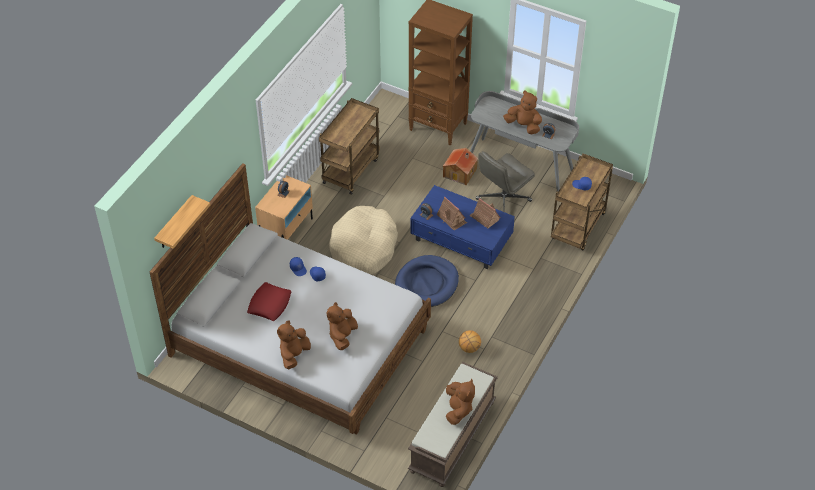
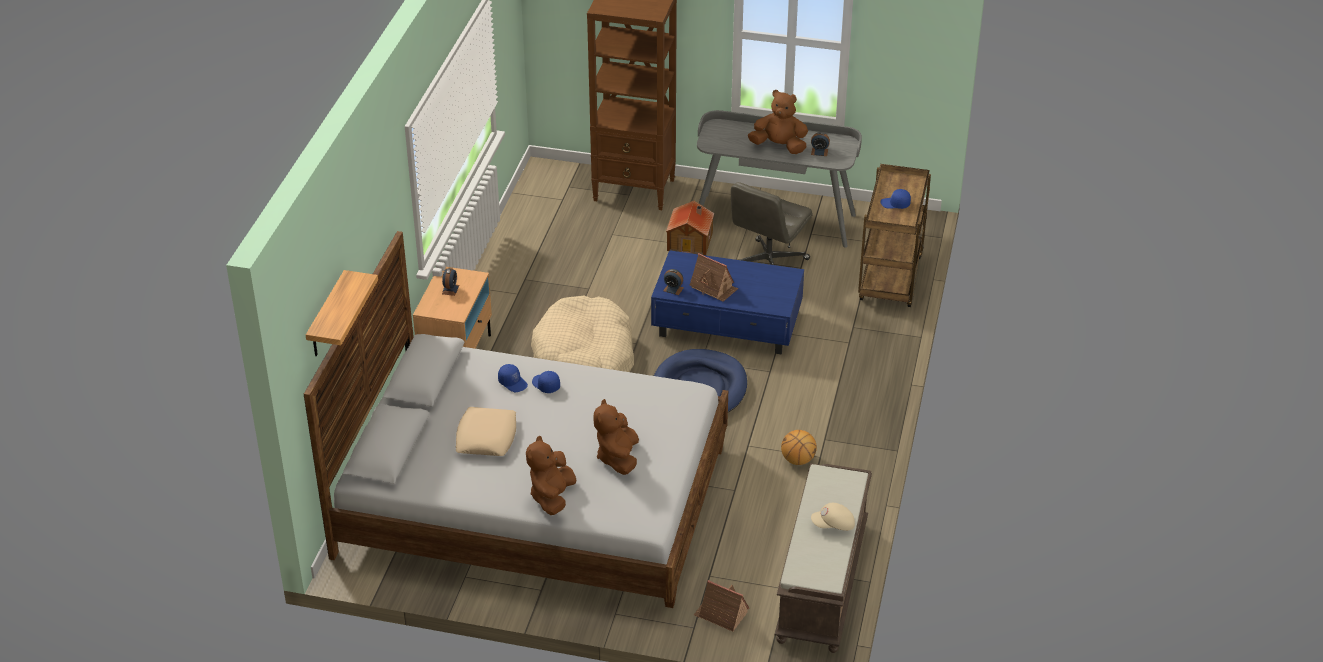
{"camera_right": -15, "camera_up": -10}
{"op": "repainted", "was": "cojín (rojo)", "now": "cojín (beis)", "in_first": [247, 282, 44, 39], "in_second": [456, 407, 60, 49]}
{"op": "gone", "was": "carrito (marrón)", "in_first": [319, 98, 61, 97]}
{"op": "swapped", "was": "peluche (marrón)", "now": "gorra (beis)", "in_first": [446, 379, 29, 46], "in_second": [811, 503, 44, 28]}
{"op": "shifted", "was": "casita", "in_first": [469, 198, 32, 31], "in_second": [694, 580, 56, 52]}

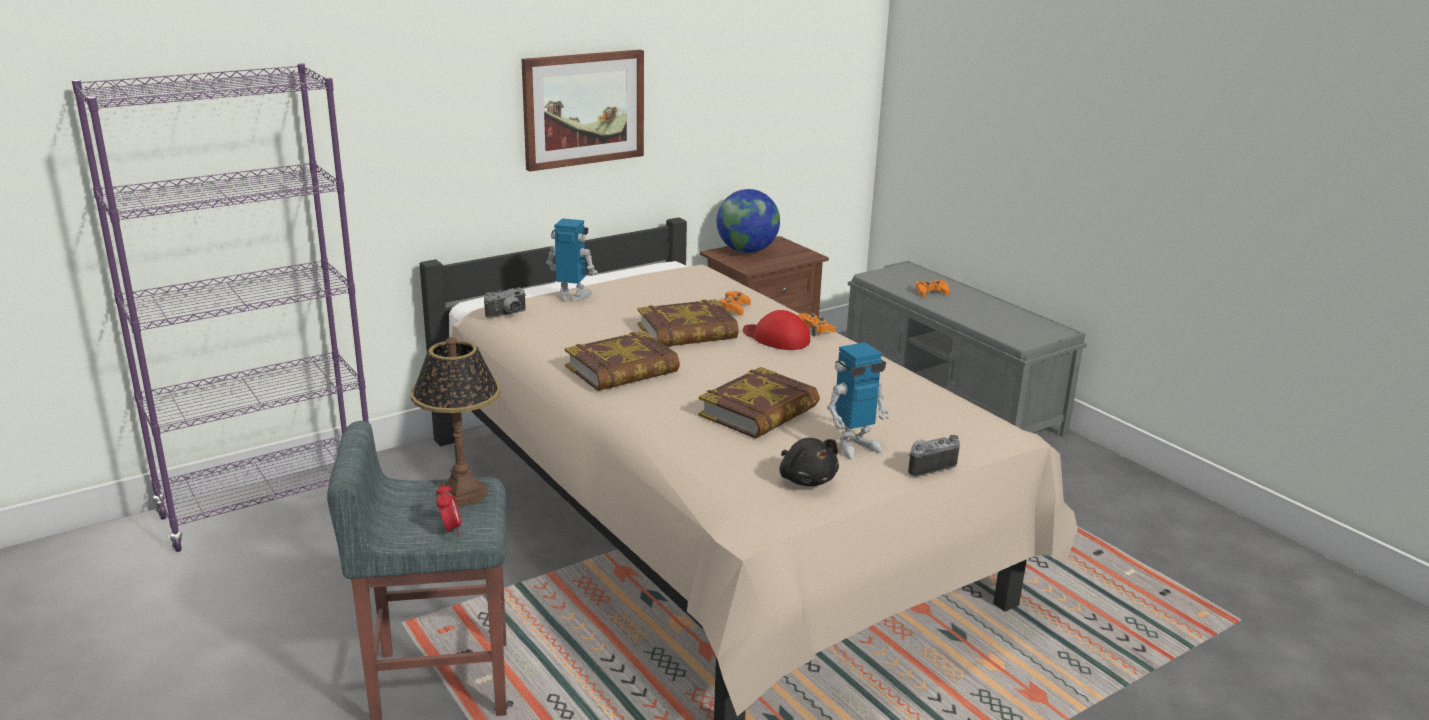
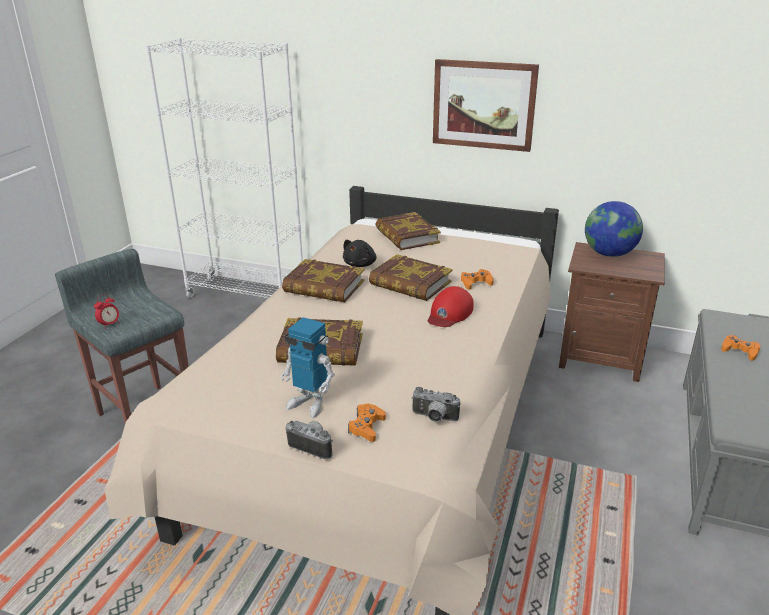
{"camera_right": 55, "camera_up": 5}
{"op": "repainted", "was": "estantería (morado)", "now": "estantería (blanco)", "in_first": [72, 63, 297, 489], "in_second": [145, 38, 158, 260]}
{"op": "gone", "was": "lámpara de mesa", "in_first": [411, 337, 90, 169]}
{"op": "shifted", "was": "cámara", "in_first": [484, 287, 42, 31], "in_second": [412, 387, 48, 35]}
{"op": "swapped", "was": "robot de juguete", "now": "libro", "in_first": [546, 218, 52, 84], "in_second": [375, 212, 66, 38]}
{"op": "rotated", "was": "gorra (rojo)", "in_first": [743, 310, 67, 40], "in_second": [428, 286, 46, 41], "clockwise": -150}
{"op": "shifted", "was": "peluche (negro)", "in_first": [780, 438, 59, 48], "in_second": [343, 240, 34, 27]}
{"op": "shifted", "was": "mando de consola (naranja)", "in_first": [798, 313, 38, 24], "in_second": [348, 404, 38, 38]}

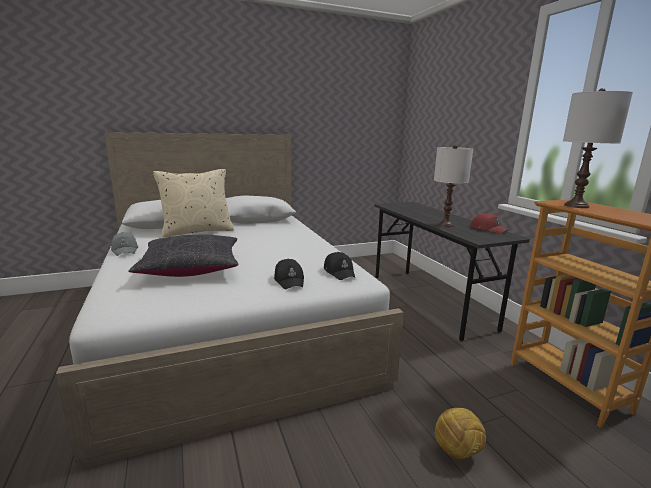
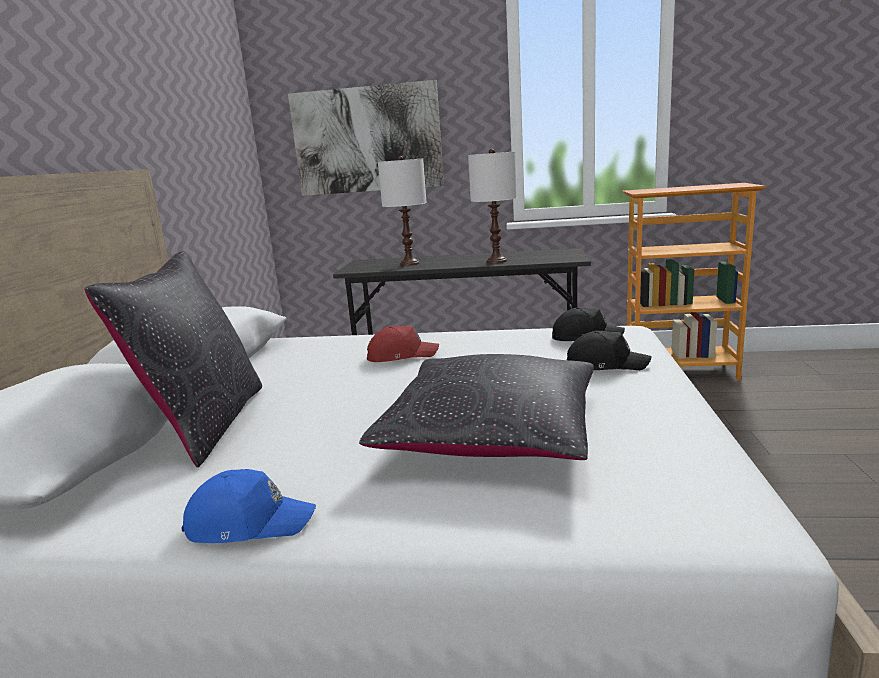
{"camera_right": -60, "camera_up": 0}
{"op": "repainted", "was": "gorra (gris)", "now": "gorra (azul)", "in_first": [111, 232, 27, 24], "in_second": [182, 469, 134, 74]}
{"op": "repainted", "was": "cojín (beis)", "now": "cojín (negro)", "in_first": [153, 169, 81, 69], "in_second": [85, 251, 177, 217]}
{"op": "gone", "was": "balón de fútbol", "in_first": [434, 408, 52, 52]}
{"op": "shifted", "was": "gorra (rojo)", "in_first": [470, 213, 38, 21], "in_second": [367, 325, 72, 37]}
{"op": "shifted", "was": "lámpara de mesa (blanco)", "in_first": [563, 88, 70, 120], "in_second": [378, 156, 49, 110]}
{"op": "new", "now": "cuadro", "in_second": [288, 80, 156, 116]}

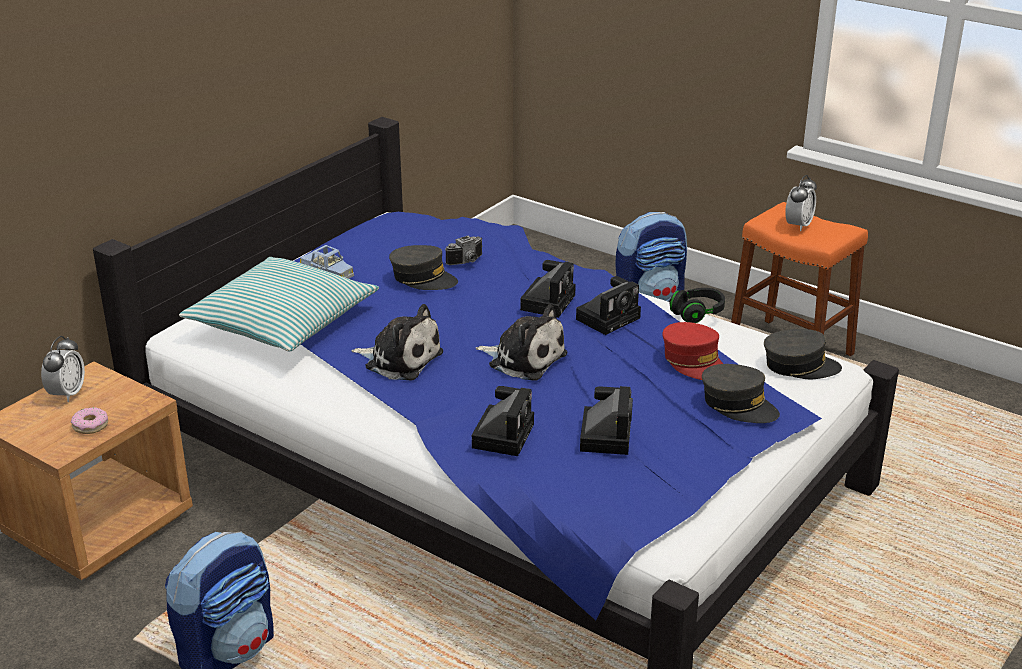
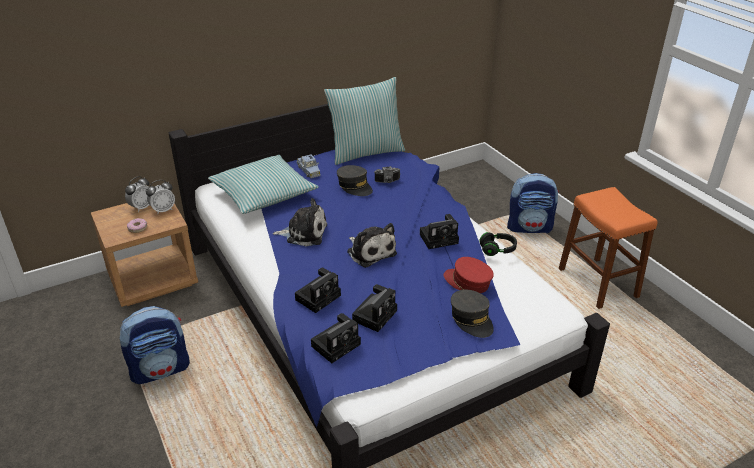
{"camera_right": 25, "camera_up": 5}
{"op": "rotated", "was": "peluche", "in_first": [351, 304, 92, 76], "in_second": [273, 198, 54, 49], "clockwise": -45}
{"op": "shifted", "was": "cámara", "in_first": [520, 260, 56, 58], "in_second": [311, 313, 50, 50]}
{"op": "rotated", "was": "gorra (rojo)", "in_first": [662, 322, 61, 58], "in_second": [444, 257, 50, 36], "clockwise": 135}
{"op": "gone", "was": "gorra (gris)", "in_first": [764, 329, 78, 50]}
{"op": "shifted", "was": "despertador", "in_first": [785, 175, 32, 56], "in_second": [146, 180, 29, 34]}
{"op": "new", "now": "cojín", "in_second": [324, 77, 81, 88]}

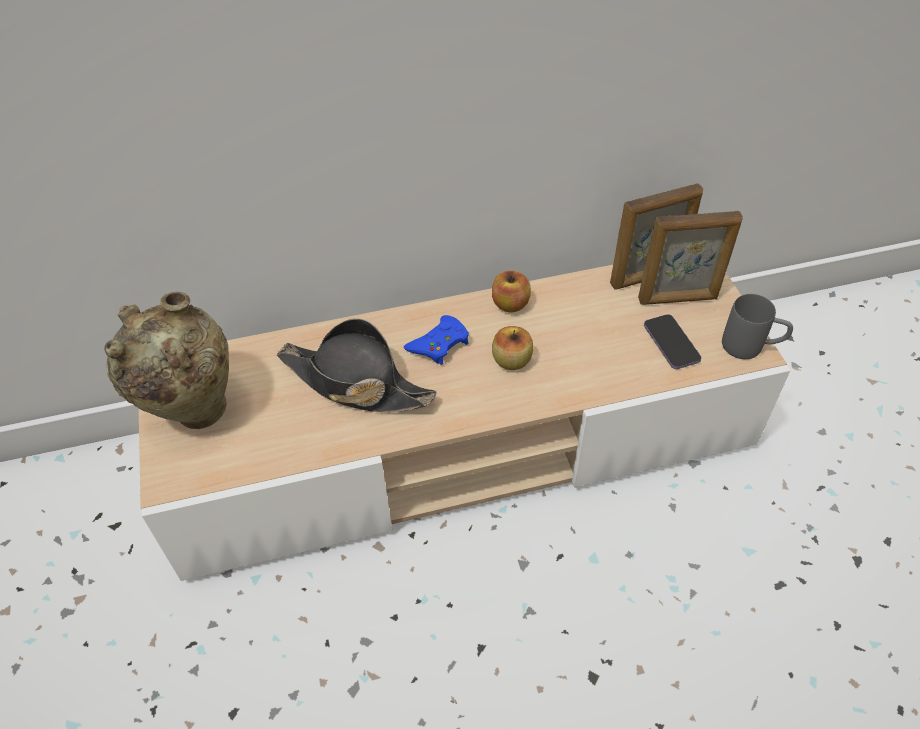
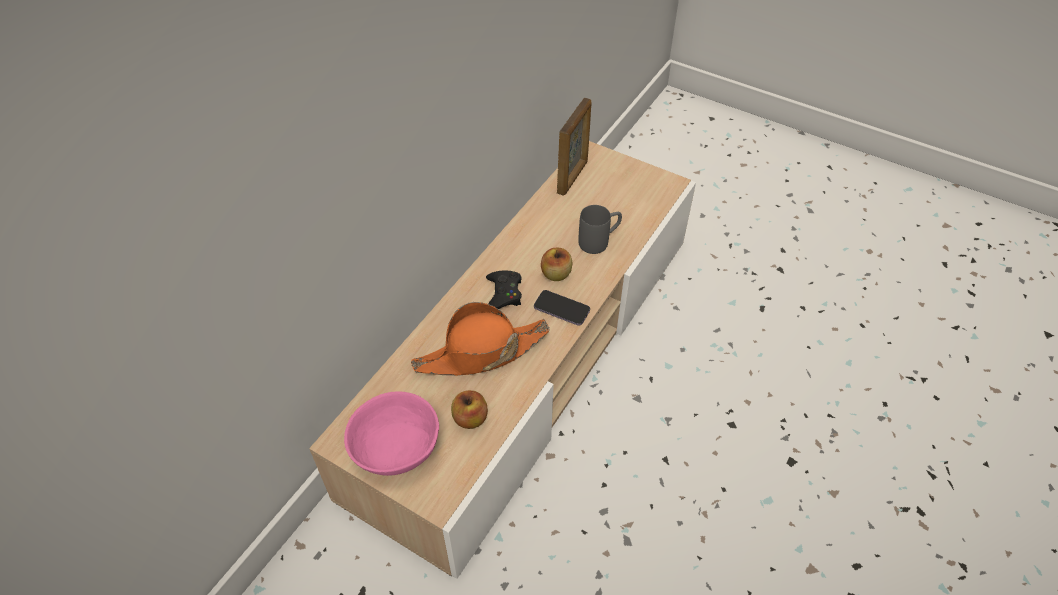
{"camera_right": -45, "camera_up": 0}
{"op": "swapped", "was": "florero (beis)", "now": "cuenco (rosa)", "in_first": [104, 292, 125, 137], "in_second": [344, 391, 95, 85]}
{"op": "repainted", "was": "sombrero (negro)", "now": "sombrero (naranja)", "in_first": [277, 318, 160, 95], "in_second": [411, 302, 139, 74]}
{"op": "repainted", "was": "mando de consola (azul)", "now": "mando de consola (negro)", "in_first": [404, 315, 65, 50], "in_second": [486, 270, 36, 39]}
{"op": "shifted", "was": "manzana", "in_first": [492, 270, 39, 42], "in_second": [451, 390, 37, 39]}
{"op": "gone", "was": "portarretratos", "in_first": [638, 211, 105, 94]}
{"op": "shifted", "was": "móvil", "in_first": [644, 314, 57, 55], "in_second": [534, 290, 56, 36]}
{"op": "shifted", "was": "taza grande (gris)", "in_first": [722, 294, 71, 65], "in_second": [578, 205, 44, 49]}

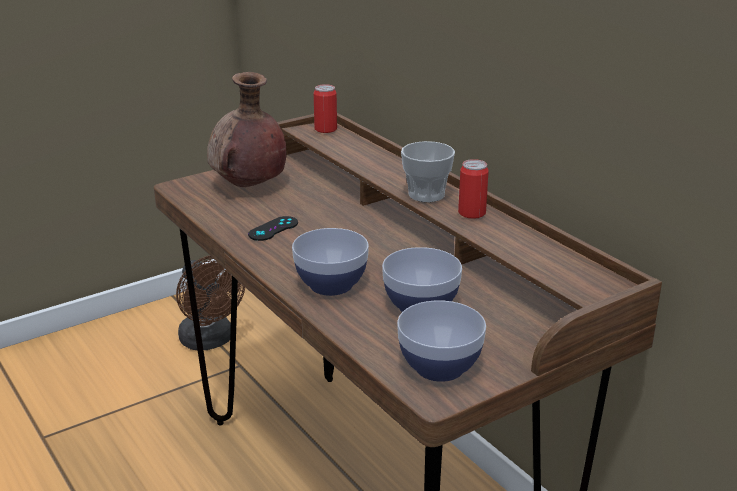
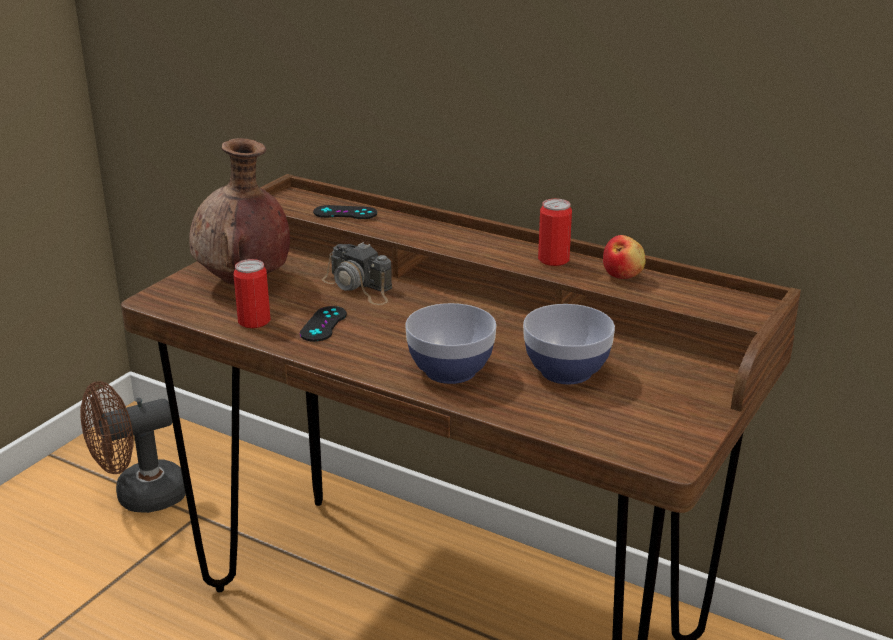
{"camera_right": -25, "camera_up": 0}
{"op": "rotated", "was": "ventilador (marrón)", "in_first": [176, 255, 69, 95], "in_second": [80, 381, 106, 132], "clockwise": 120}
{"op": "shifted", "was": "lata", "in_first": [314, 84, 23, 49], "in_second": [234, 259, 37, 69]}
{"op": "gone", "was": "cuenco", "in_first": [397, 300, 89, 82]}
{"op": "gone", "was": "taza", "in_first": [401, 141, 54, 61]}
{"op": "new", "now": "mando de consola (negro)", "in_second": [313, 205, 64, 14]}
{"op": "new", "now": "cámara", "in_second": [322, 242, 70, 63]}
{"op": "new", "now": "manzana", "in_second": [603, 235, 43, 44]}

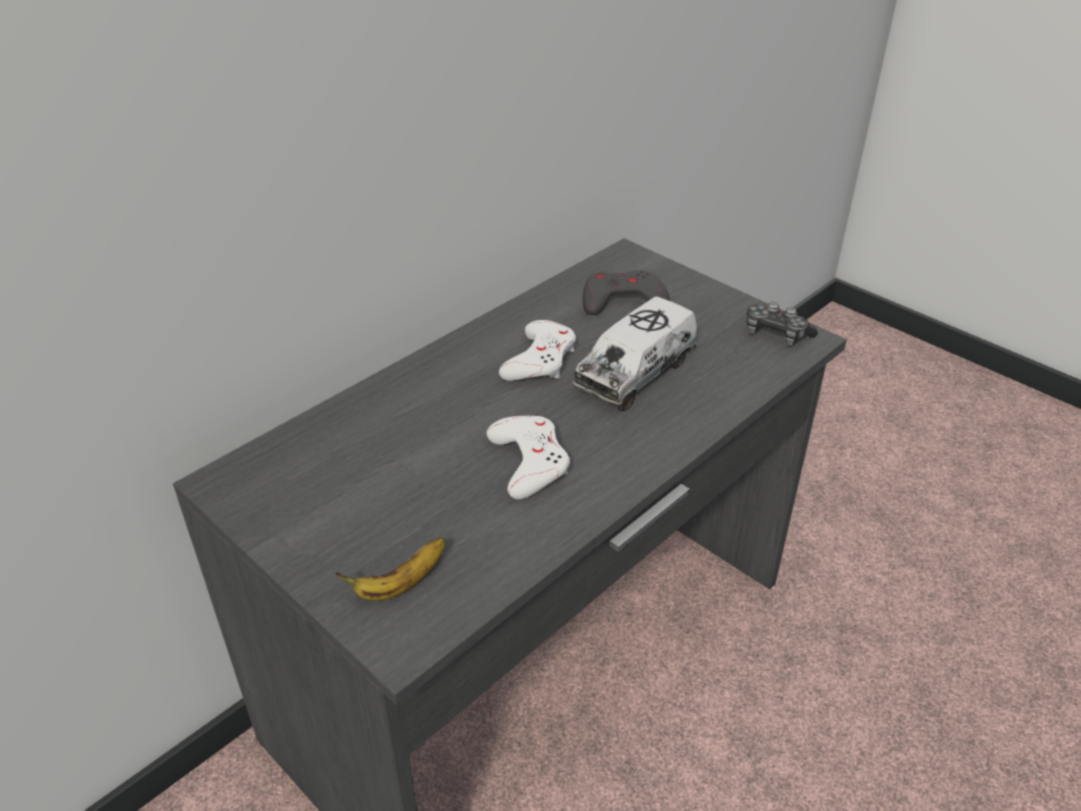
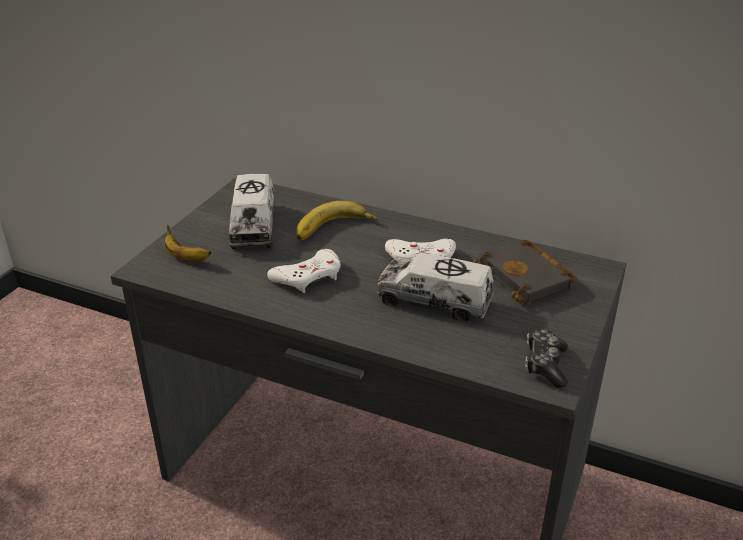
{"camera_right": 70, "camera_up": -5}
{"op": "swapped", "was": "mando de consola (gris)", "now": "libro (negro)", "in_first": [582, 270, 88, 45], "in_second": [473, 240, 104, 65]}
{"op": "new", "now": "camión de juguete", "in_second": [229, 174, 46, 75]}
{"op": "new", "now": "plátano", "in_second": [296, 201, 81, 39]}

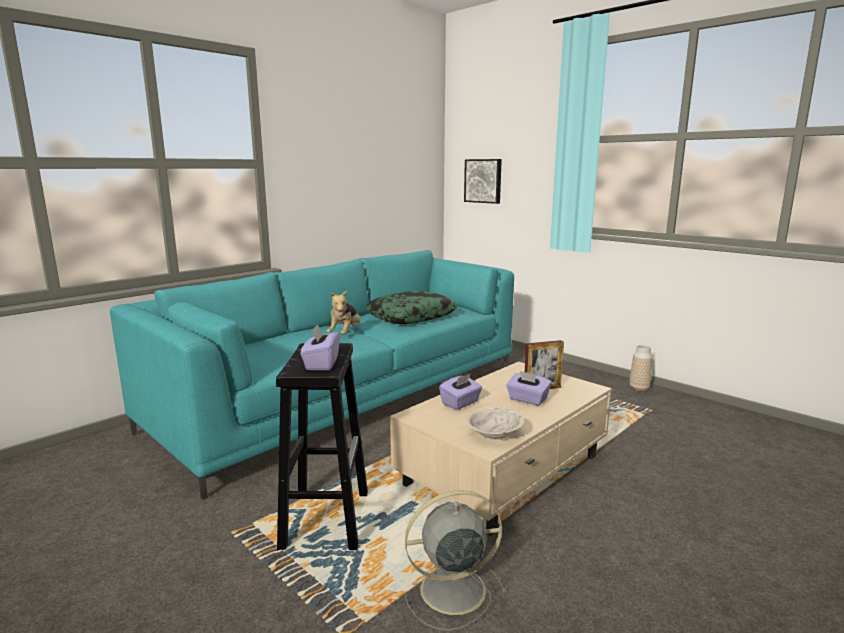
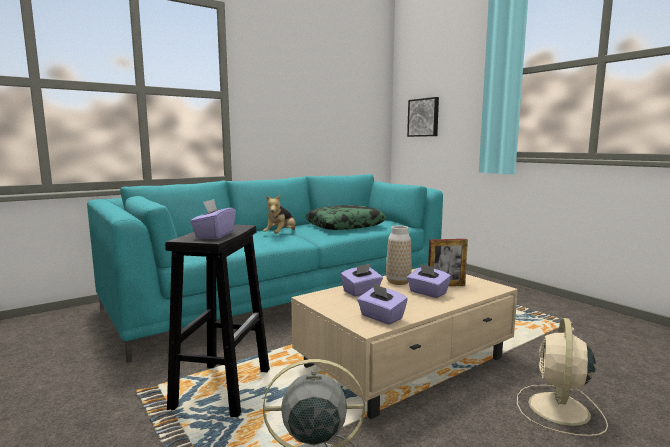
{"camera_right": 10, "camera_up": -5}
{"op": "swapped", "was": "cuenco (beis)", "now": "caja de pañuelos (morado)", "in_first": [465, 406, 60, 34], "in_second": [357, 283, 51, 42]}
{"op": "shifted", "was": "florero", "in_first": [629, 345, 23, 47], "in_second": [386, 226, 26, 59]}
{"op": "new", "now": "ventilador (beis)", "in_second": [517, 318, 91, 118]}

